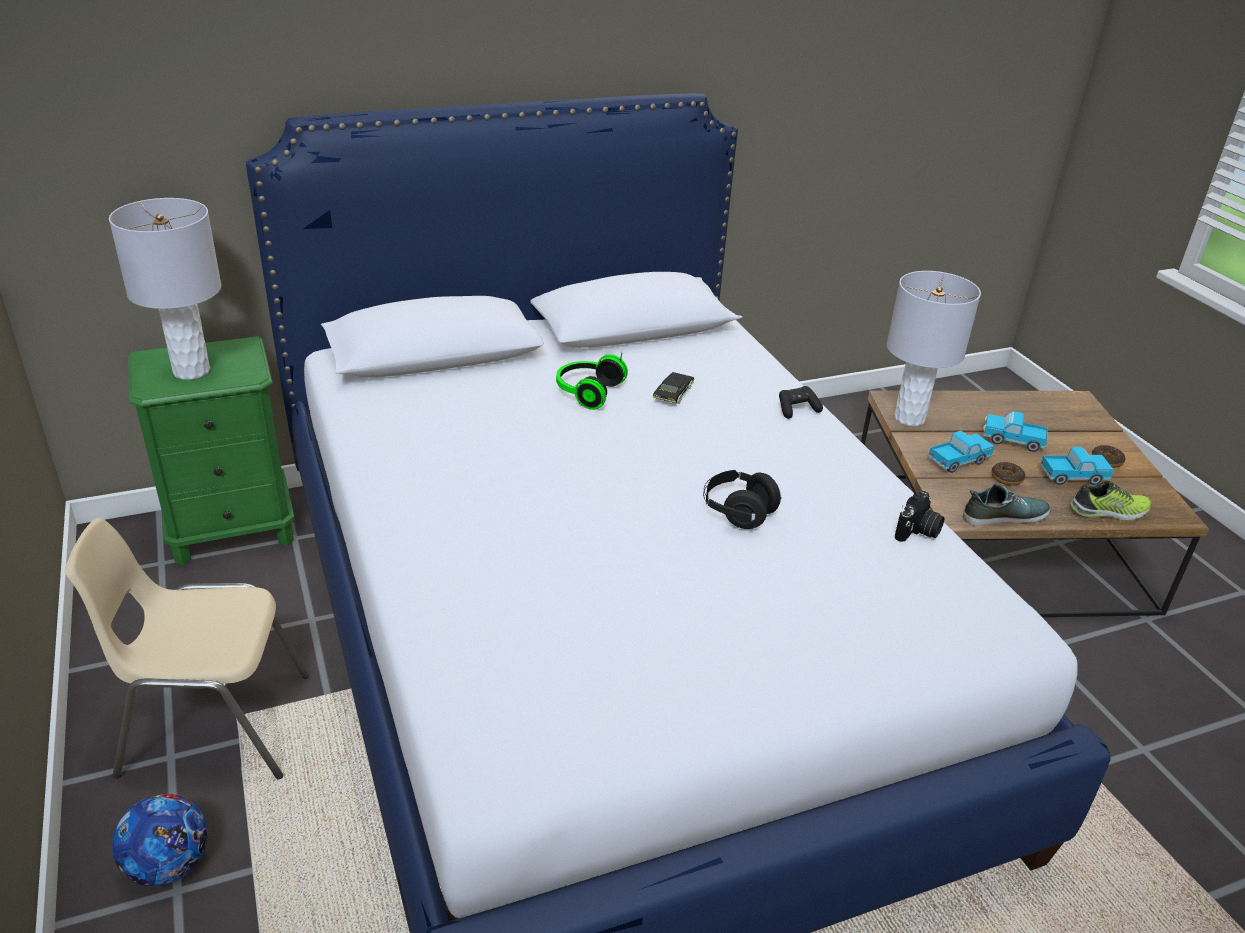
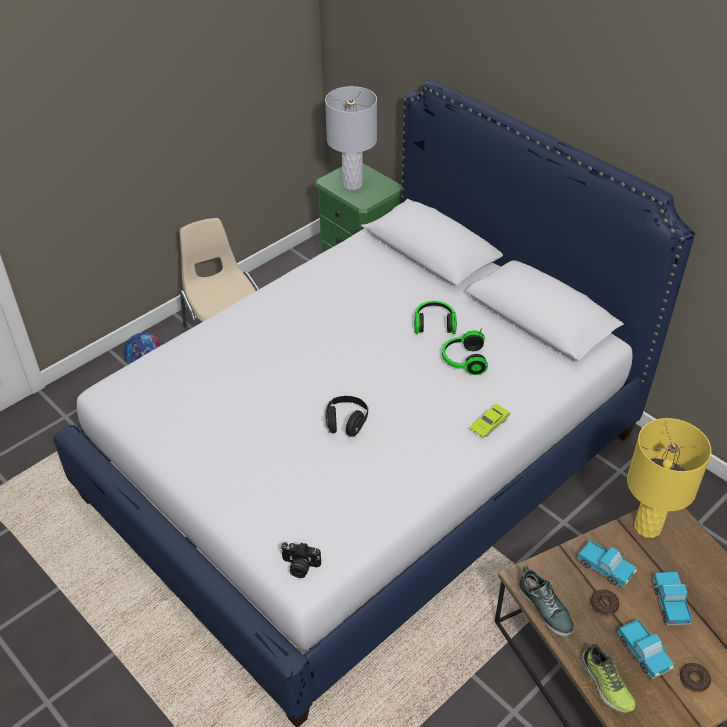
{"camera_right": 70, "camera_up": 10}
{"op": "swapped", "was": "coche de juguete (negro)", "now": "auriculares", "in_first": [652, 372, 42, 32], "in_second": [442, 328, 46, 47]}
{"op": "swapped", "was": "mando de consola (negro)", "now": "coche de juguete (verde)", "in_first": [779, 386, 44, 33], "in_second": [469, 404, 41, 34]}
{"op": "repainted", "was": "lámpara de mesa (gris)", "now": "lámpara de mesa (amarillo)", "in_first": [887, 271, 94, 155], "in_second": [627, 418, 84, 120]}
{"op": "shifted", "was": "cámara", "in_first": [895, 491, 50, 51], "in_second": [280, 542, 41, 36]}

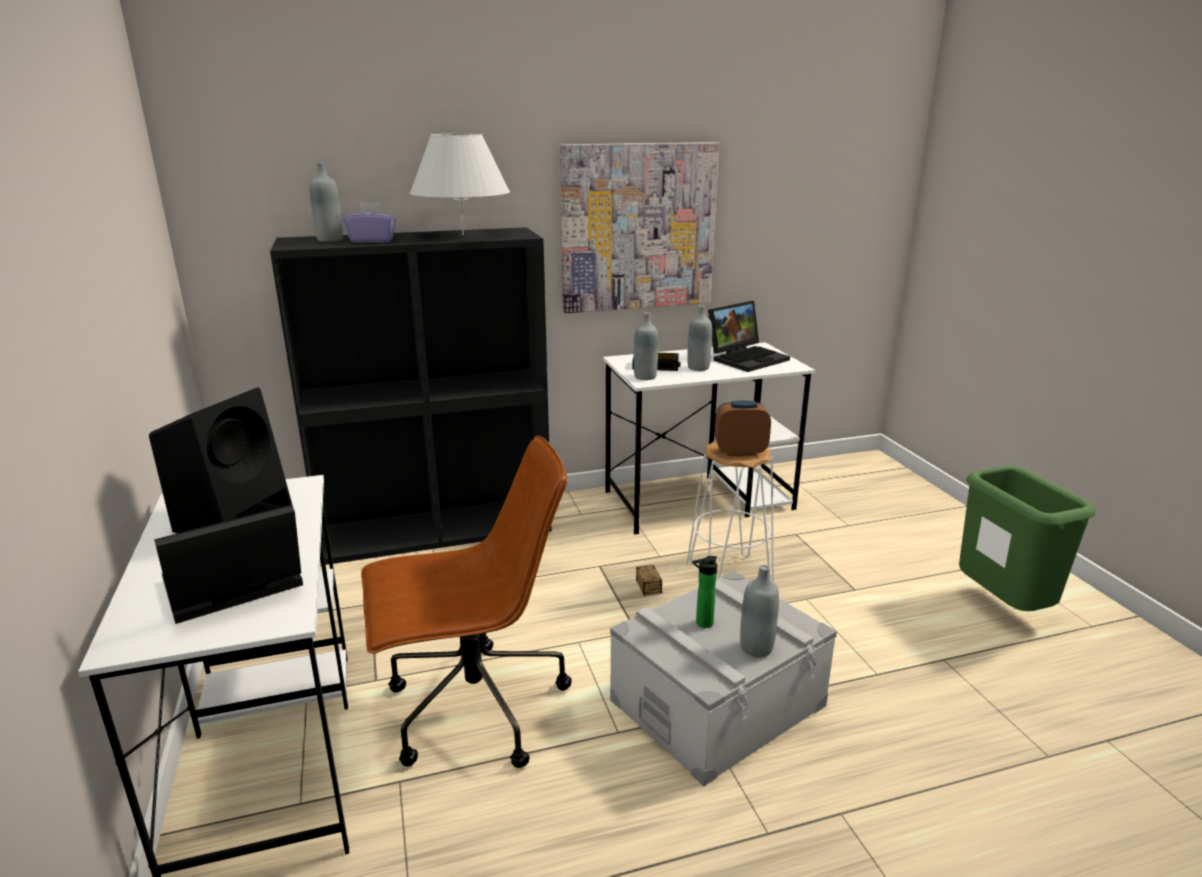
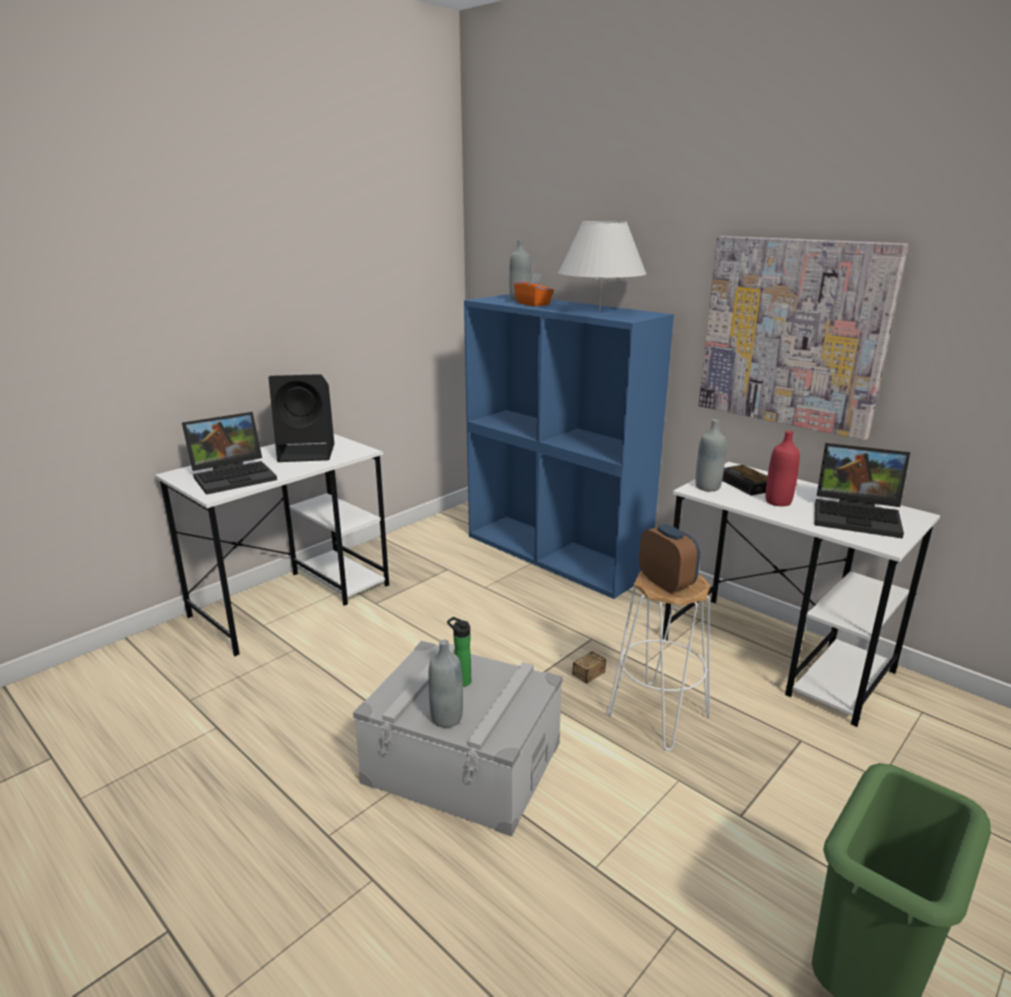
{"camera_right": 60, "camera_up": 0}
{"op": "rotated", "was": "portátil", "in_first": [154, 505, 149, 119], "in_second": [182, 412, 95, 83], "clockwise": 120}
{"op": "repainted", "was": "estantería (negro)", "now": "estantería (azul)", "in_first": [270, 227, 282, 338], "in_second": [464, 294, 210, 305]}
{"op": "repainted", "was": "caja de pañuelos (morado)", "now": "caja de pañuelos (naranja)", "in_first": [343, 202, 53, 41], "in_second": [514, 273, 40, 33]}
{"op": "gone", "was": "silla de oficina (marrón)", "in_first": [361, 436, 211, 332]}
{"op": "repainted", "was": "botella (gris)", "now": "botella (rojo)", "in_first": [687, 305, 25, 66], "in_second": [765, 431, 35, 75]}

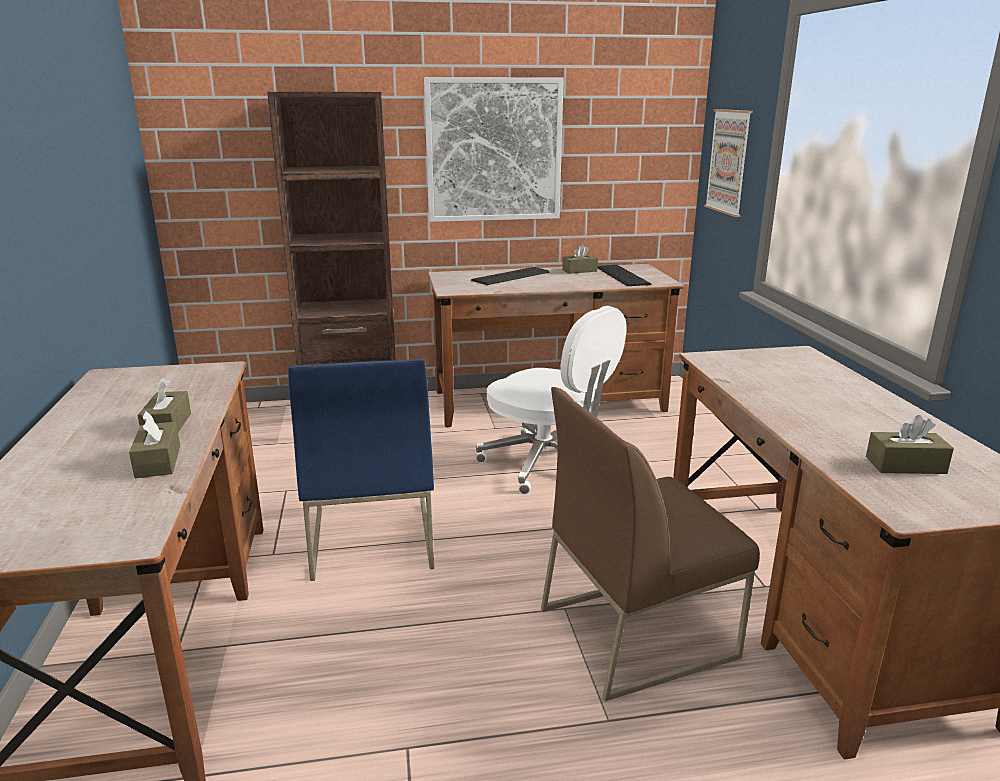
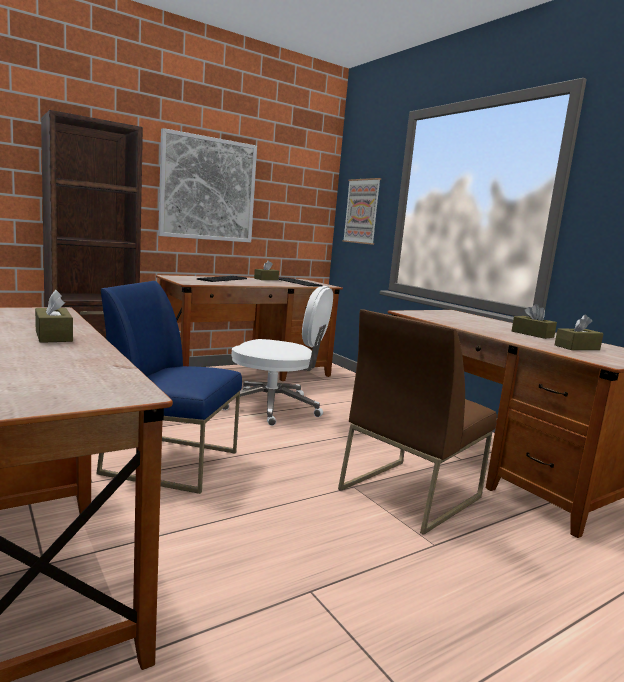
{"camera_right": -25, "camera_up": -10}
{"op": "shifted", "was": "caja de pañuelos (marrón)", "in_first": [129, 410, 51, 68], "in_second": [512, 304, 45, 35]}
{"op": "rotated", "was": "silla (azul)", "in_first": [288, 359, 146, 222], "in_second": [96, 281, 146, 213], "clockwise": 135}

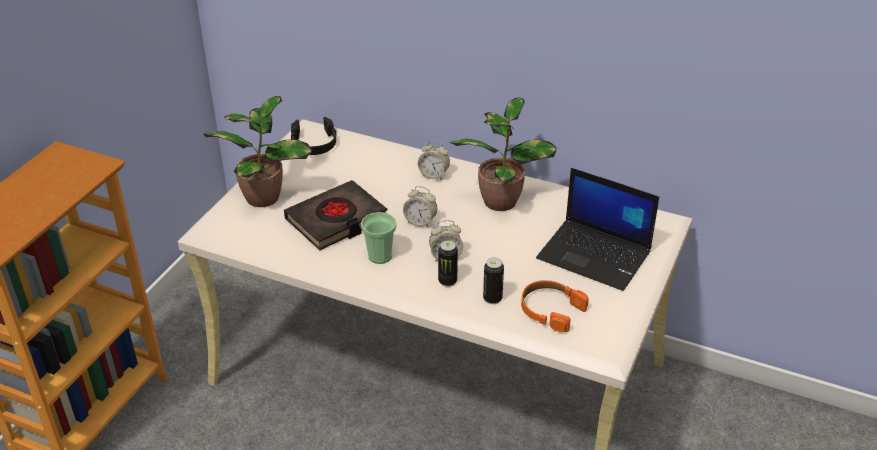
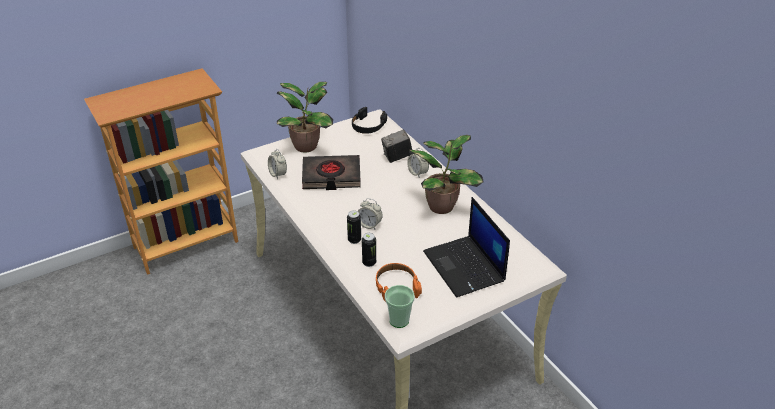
{"camera_right": 35, "camera_up": 0}
{"op": "shifted", "was": "taza", "in_first": [361, 212, 36, 52], "in_second": [385, 285, 29, 43]}
{"op": "shifted", "was": "despertador", "in_first": [403, 186, 34, 41], "in_second": [268, 149, 19, 30]}
{"op": "new", "now": "cámara", "in_second": [381, 130, 31, 33]}

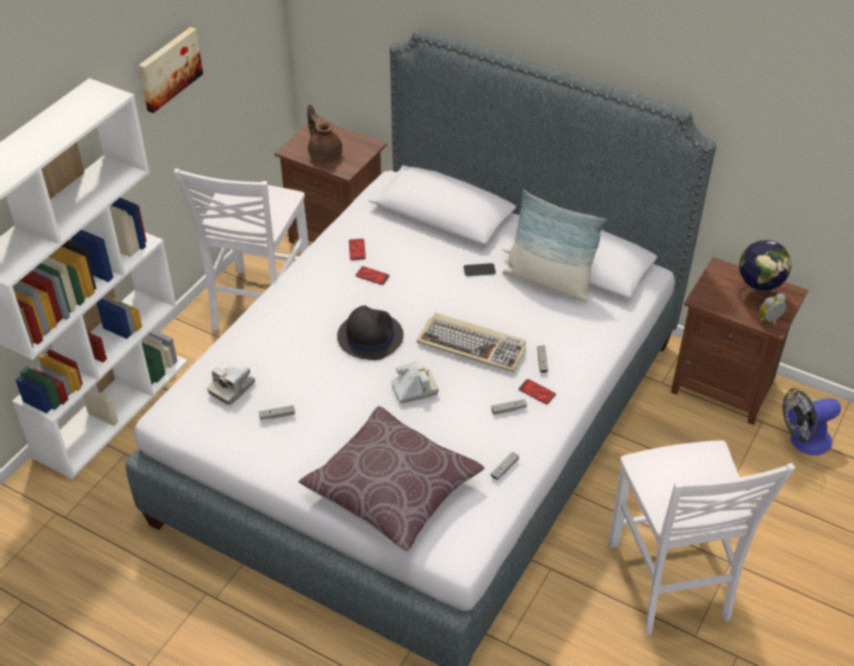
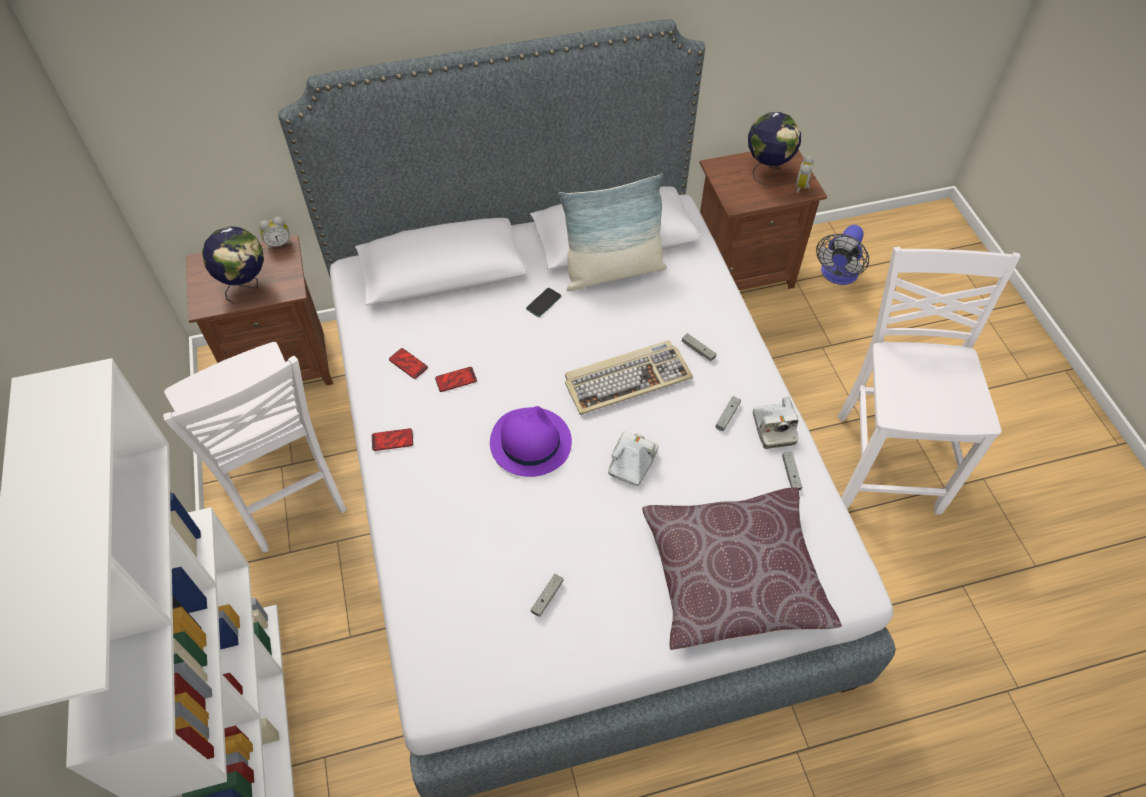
{"camera_right": -45, "camera_up": 10}
{"op": "gone", "was": "cuadro", "in_first": [139, 27, 64, 86]}
{"op": "shifted", "was": "cámara", "in_first": [207, 367, 48, 38], "in_second": [753, 396, 46, 53]}
{"op": "swapped", "was": "tetera (marrón)", "now": "globo terráqueo", "in_first": [307, 104, 35, 58], "in_second": [202, 226, 62, 78]}
{"op": "repainted", "was": "sombrero (negro)", "now": "sombrero (morado)", "in_first": [337, 305, 67, 55], "in_second": [490, 406, 82, 71]}
{"op": "shifted", "was": "móvil", "in_first": [519, 379, 37, 25], "in_second": [372, 428, 41, 23]}
{"op": "rotated", "was": "silla (blanco)", "in_first": [609, 440, 186, 196], "in_second": [838, 247, 182, 268], "clockwise": -120}
{"op": "new", "now": "despertador", "in_second": [259, 217, 32, 33]}

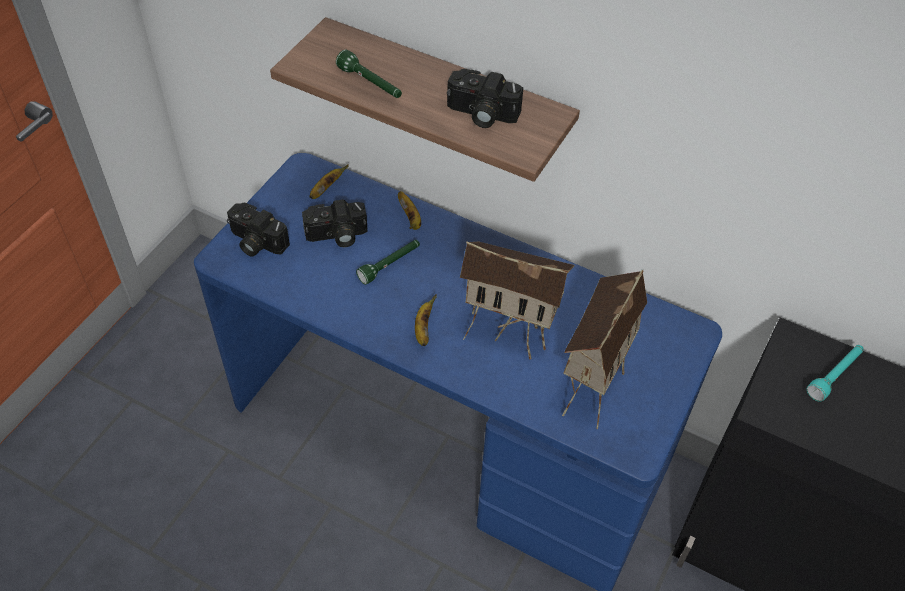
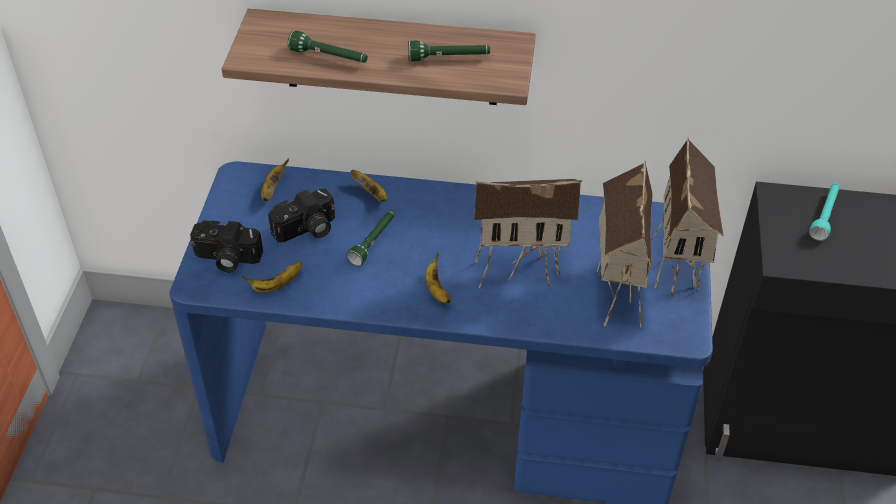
{"camera_right": -20, "camera_up": -5}
{"op": "swapped", "was": "cámara", "now": "linterna (verde)", "in_first": [447, 69, 76, 59], "in_second": [408, 41, 82, 21]}
{"op": "new", "now": "plátano", "in_second": [241, 261, 61, 32]}
{"op": "new", "now": "casita", "in_second": [653, 138, 71, 159]}

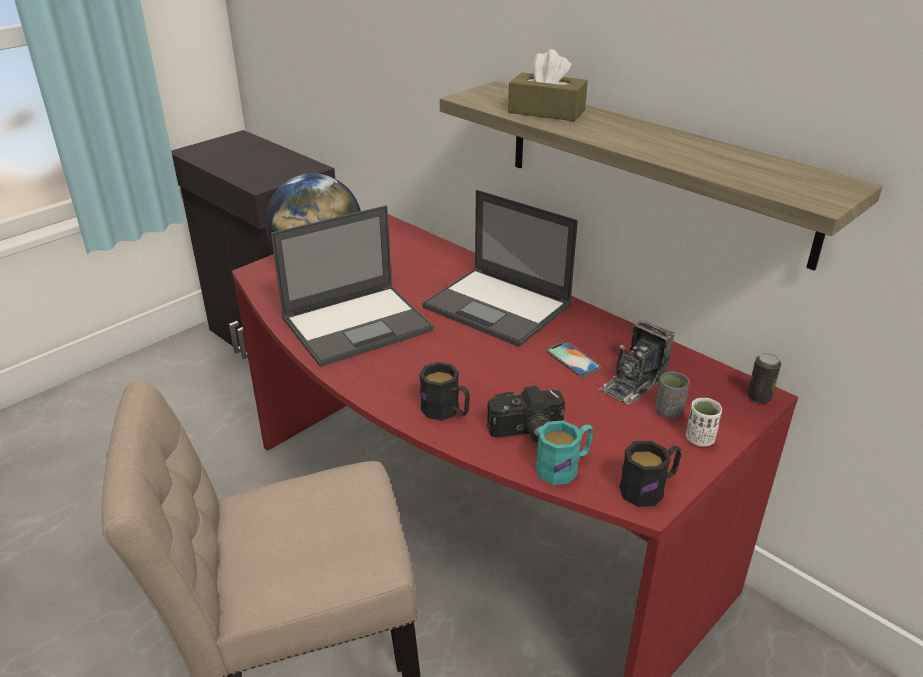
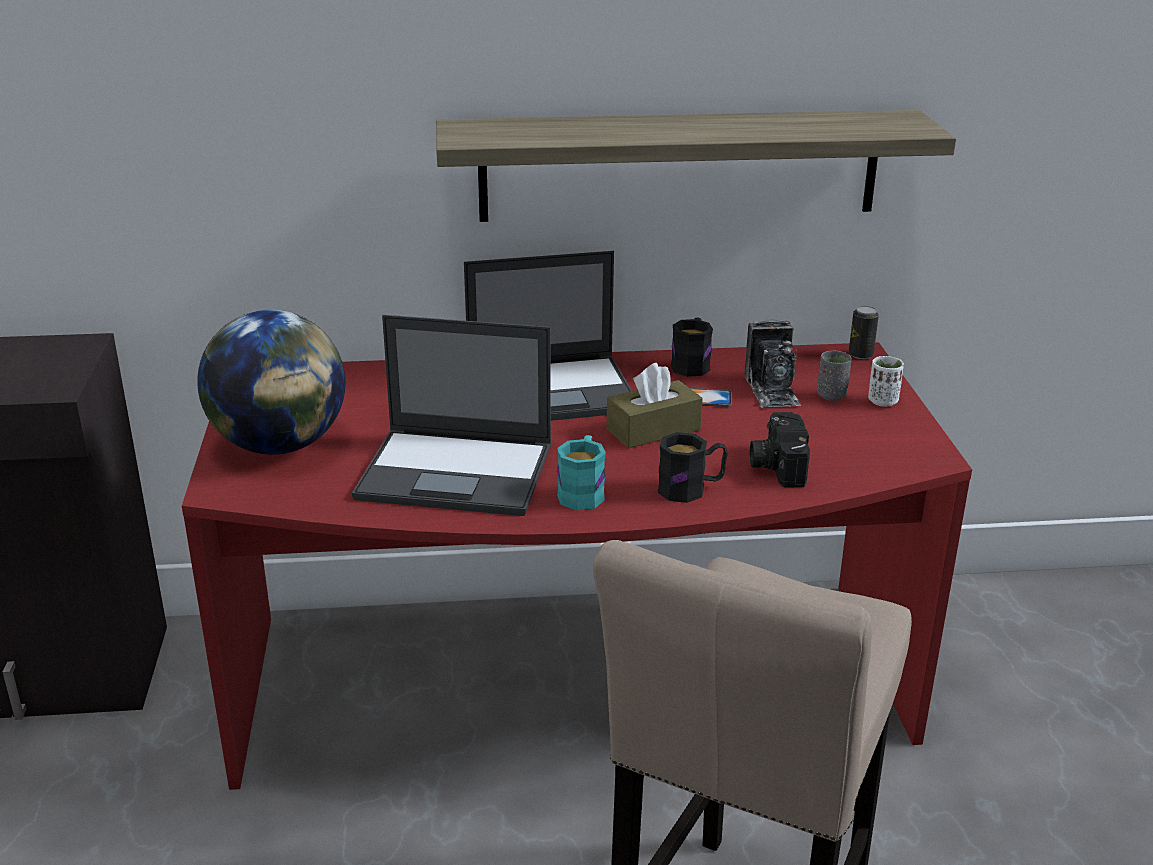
{"camera_right": -50, "camera_up": -5}
{"op": "rotated", "was": "portátil", "in_first": [271, 205, 163, 162], "in_second": [352, 315, 199, 201], "clockwise": 90}
{"op": "rotated", "was": "cámara", "in_first": [487, 386, 78, 56], "in_second": [750, 412, 60, 75], "clockwise": 150}
{"op": "shifted", "was": "caja de pañuelos (marrón)", "in_first": [508, 49, 80, 72], "in_second": [607, 363, 96, 85]}
{"op": "shifted", "was": "taza grande (turquesa)", "in_first": [535, 421, 58, 64], "in_second": [557, 435, 49, 75]}
{"op": "shifted", "was": "taza grande (negro)", "in_first": [619, 441, 63, 66], "in_second": [671, 318, 42, 59]}

